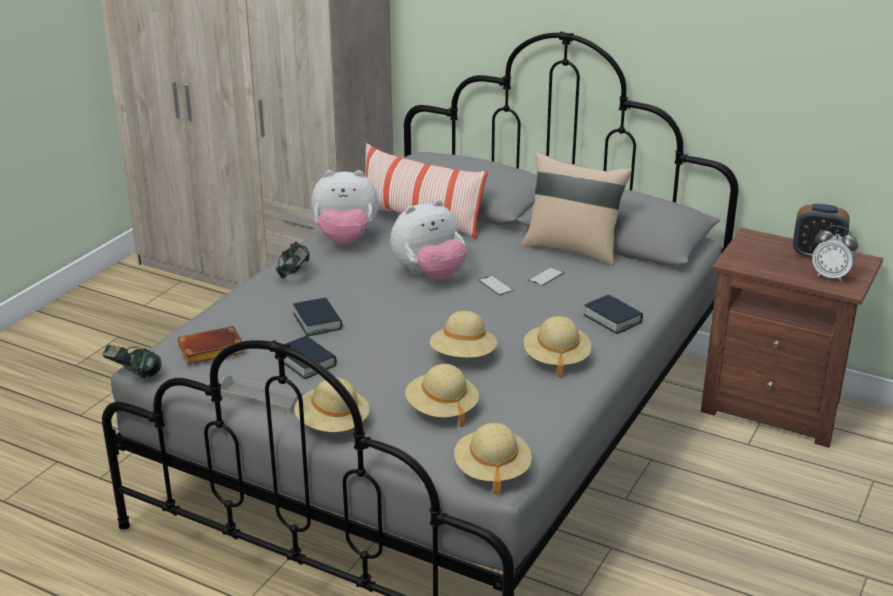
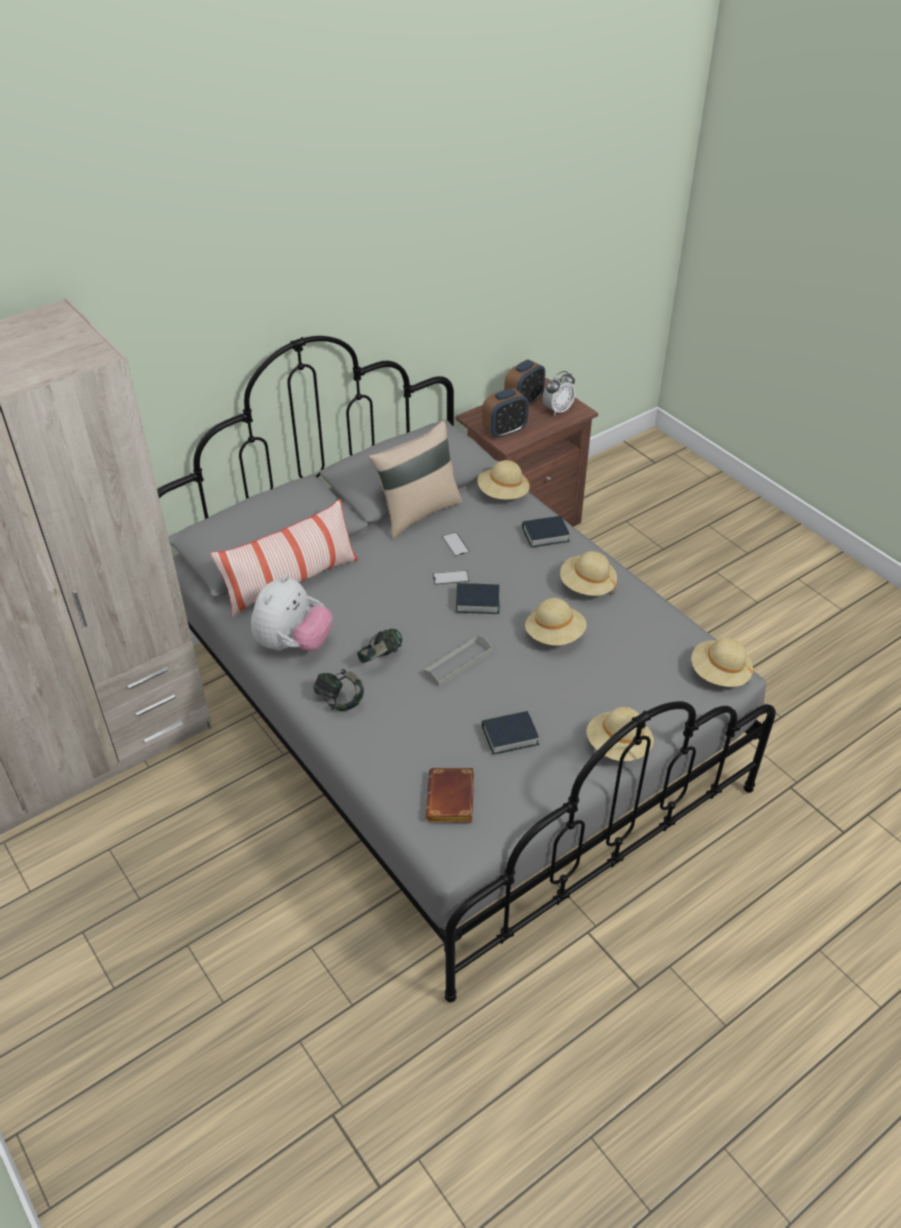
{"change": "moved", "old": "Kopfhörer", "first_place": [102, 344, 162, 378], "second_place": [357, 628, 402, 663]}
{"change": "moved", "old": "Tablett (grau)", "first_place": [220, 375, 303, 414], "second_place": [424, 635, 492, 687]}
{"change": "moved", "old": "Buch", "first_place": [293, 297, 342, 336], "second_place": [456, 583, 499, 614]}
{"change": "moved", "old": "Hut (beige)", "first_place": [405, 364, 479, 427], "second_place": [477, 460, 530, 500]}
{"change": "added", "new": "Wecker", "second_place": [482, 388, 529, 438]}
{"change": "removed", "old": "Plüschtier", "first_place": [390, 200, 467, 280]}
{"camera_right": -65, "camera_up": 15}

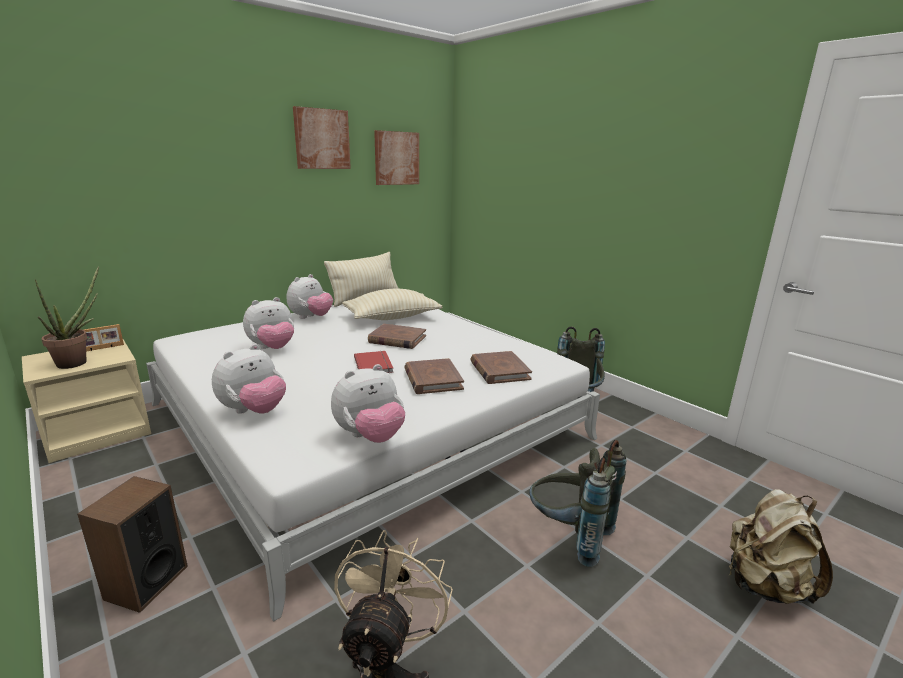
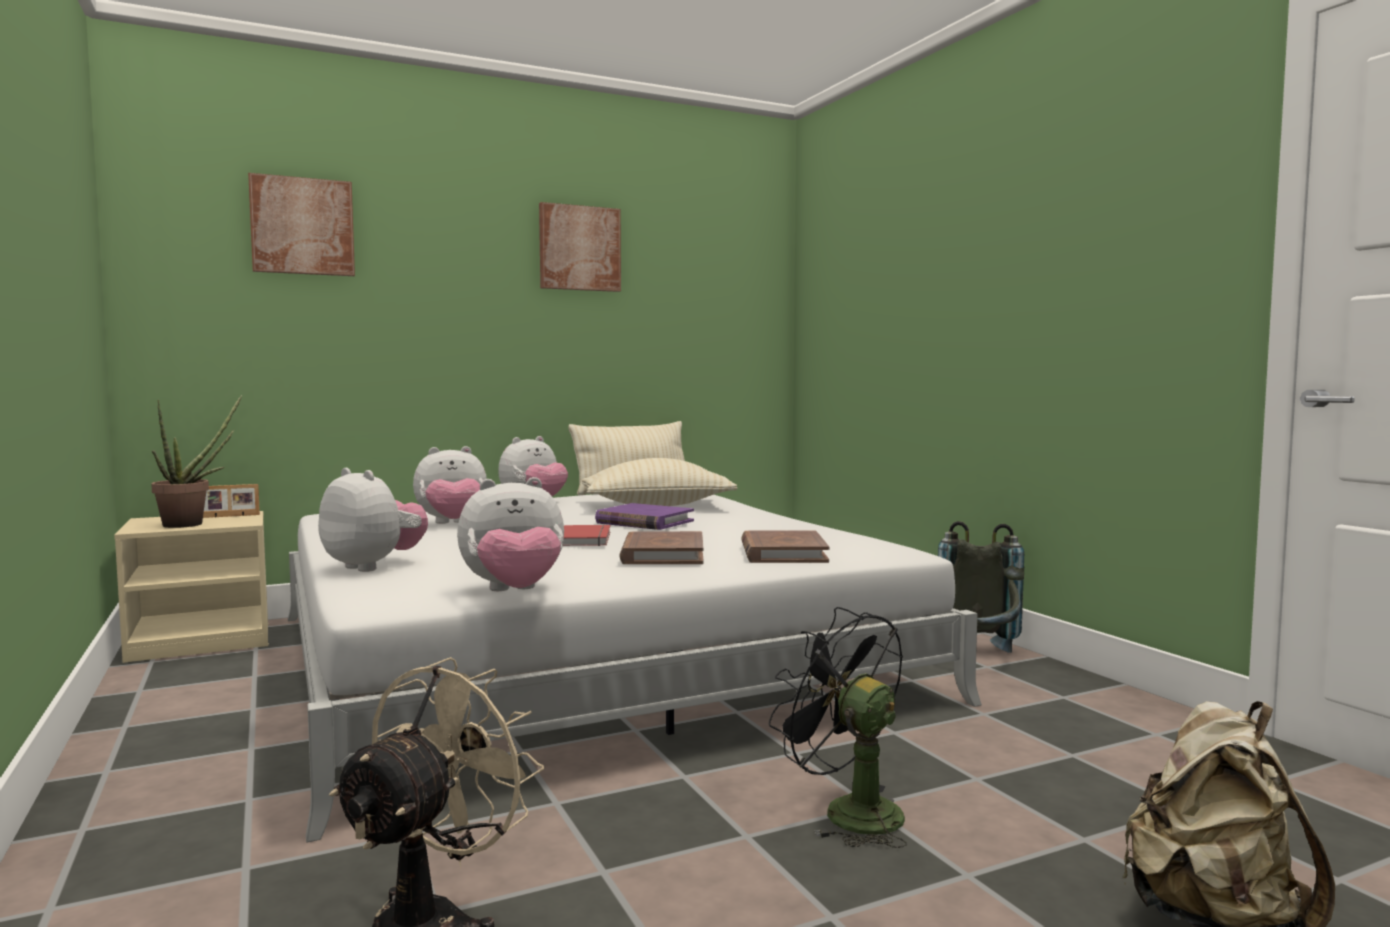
{"change": "moved", "old": "Bild", "first_place": [374, 130, 419, 185], "second_place": [248, 173, 355, 276]}
{"change": "turned", "old": "Plüschtier", "first_place": [212, 344, 286, 414], "second_place": [318, 468, 428, 572], "degrees": -105}
{"change": "recoloured", "old": "Buch (braun)", "new": "Buch (lila)", "first_place": [368, 324, 426, 349], "second_place": [595, 503, 694, 530]}
{"change": "replaced", "old": "Rucksack (grau)", "new": "Ventilator (schwarz)", "first_place": [529, 440, 626, 567], "second_place": [769, 607, 907, 848]}
{"change": "removed", "old": "Lautsprecher", "first_place": [77, 476, 188, 613]}
{"camera_right": 15, "camera_up": -15}

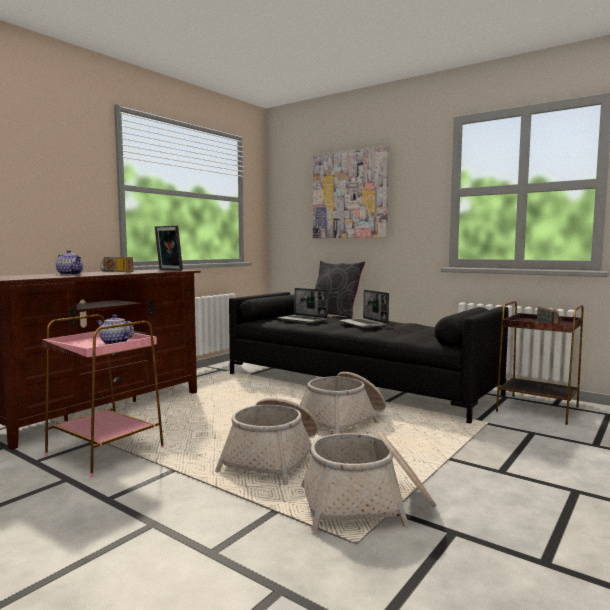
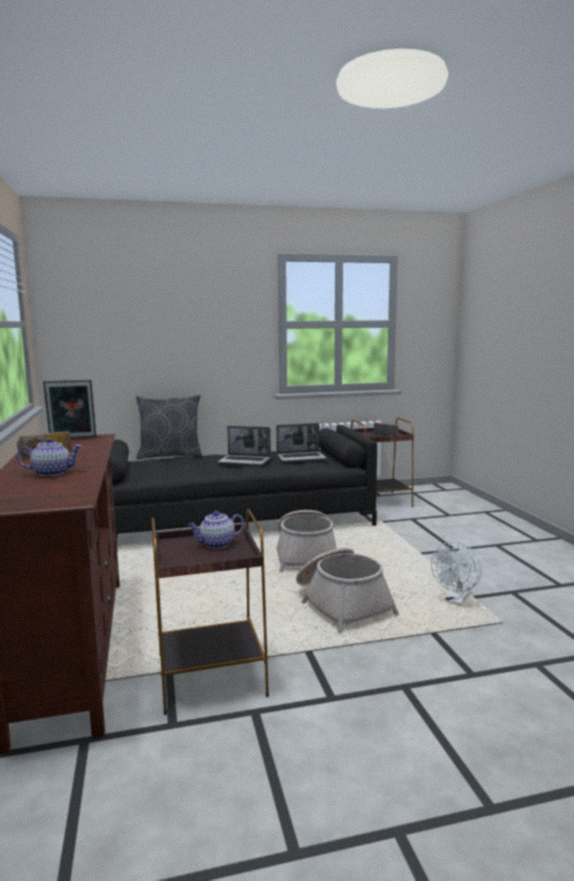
{"change": "recoloured", "old": "Beistelltisch (rosa)", "new": "Beistelltisch (braun)", "first_place": [42, 314, 164, 477], "second_place": [152, 509, 269, 715]}
{"change": "moved", "old": "Laptop", "first_place": [277, 288, 328, 323], "second_place": [276, 423, 327, 462]}
{"change": "replaced", "old": "Korb", "new": "Ventilator (weiß)", "first_place": [301, 432, 436, 532], "second_place": [431, 542, 481, 605]}
{"change": "removed", "old": "Bild", "first_place": [313, 146, 389, 238]}
{"camera_right": -50, "camera_up": 5}

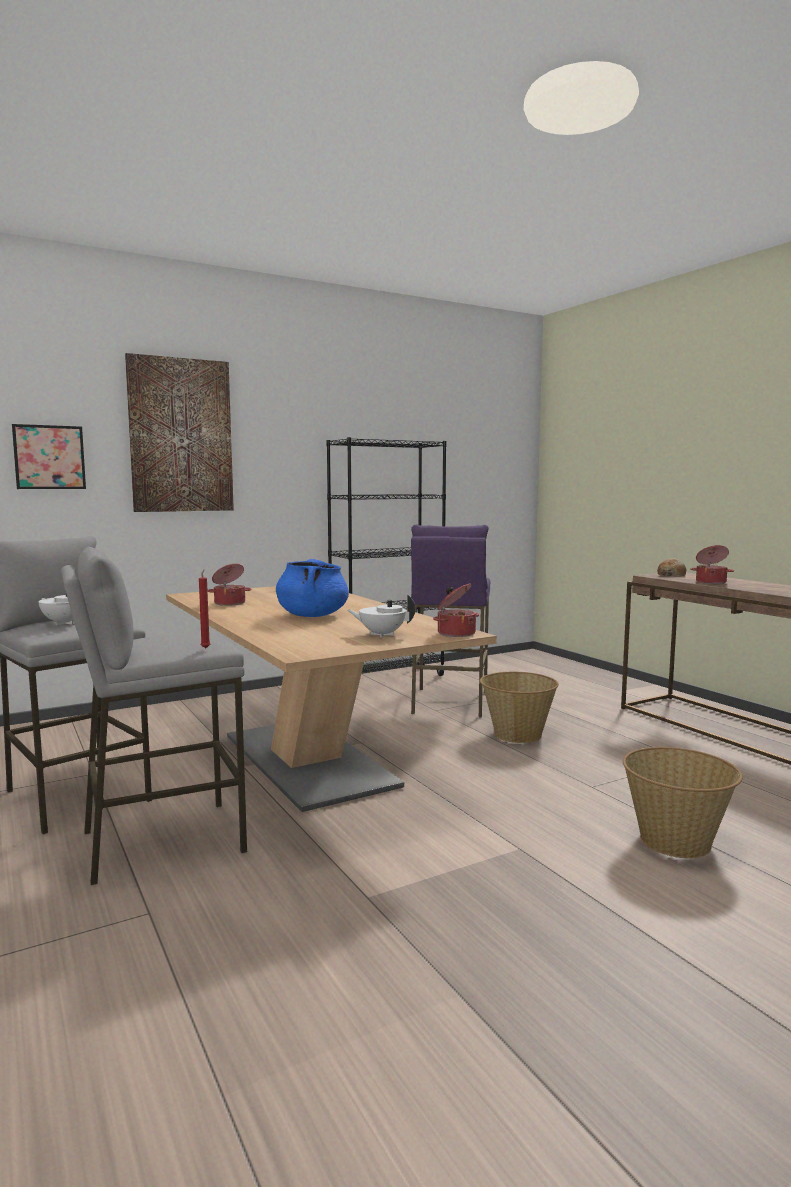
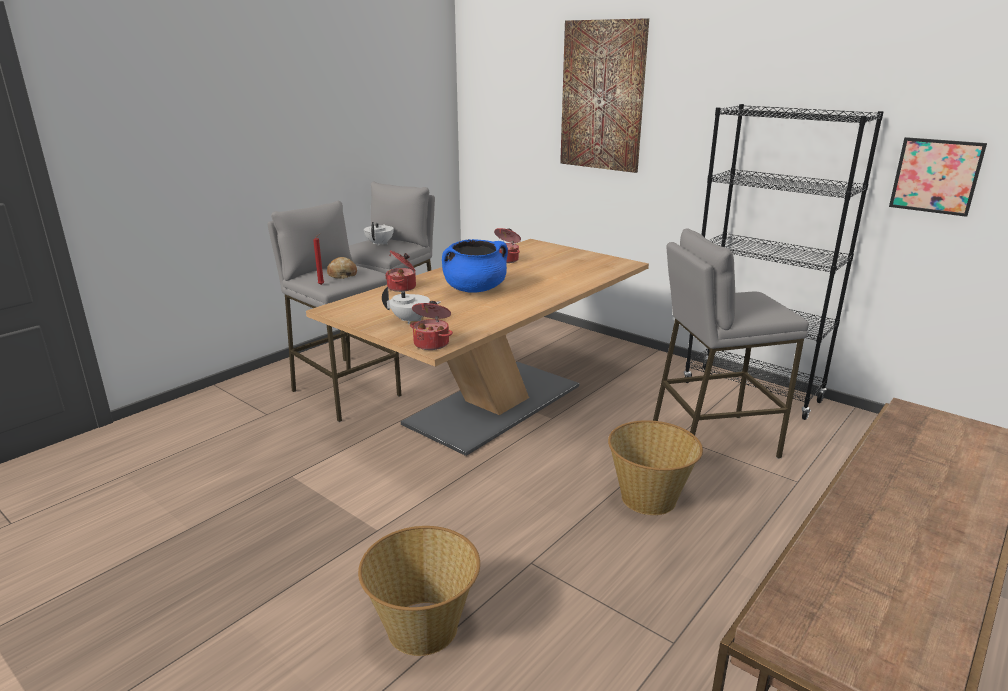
{"change": "moved", "old": "Brot", "first_place": [657, 558, 687, 577], "second_place": [327, 257, 357, 279]}
{"change": "turned", "old": "Teekanne (weiß)", "first_place": [347, 594, 415, 637], "second_place": [382, 287, 441, 325], "degrees": 105}
{"change": "moved", "old": "Kochtopf", "first_place": [690, 545, 734, 584], "second_place": [385, 250, 416, 292]}
{"change": "recoloured", "old": "Hocker (lila)", "new": "Hocker (grau)", "first_place": [411, 525, 490, 717], "second_place": [653, 228, 809, 459]}
{"change": "moved", "old": "Bild", "first_place": [12, 424, 86, 489], "second_place": [889, 137, 987, 217]}
{"camera_right": 70, "camera_up": 15}

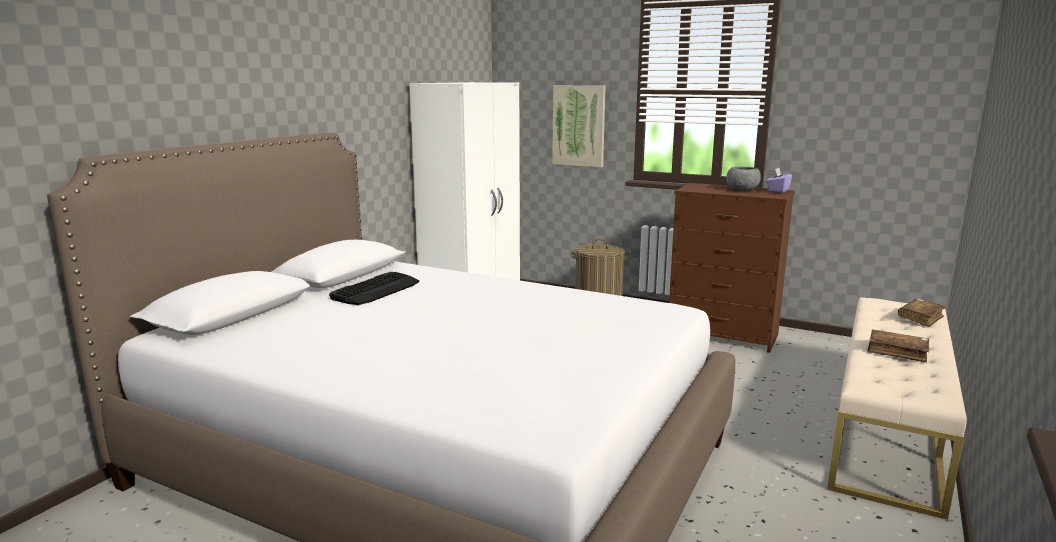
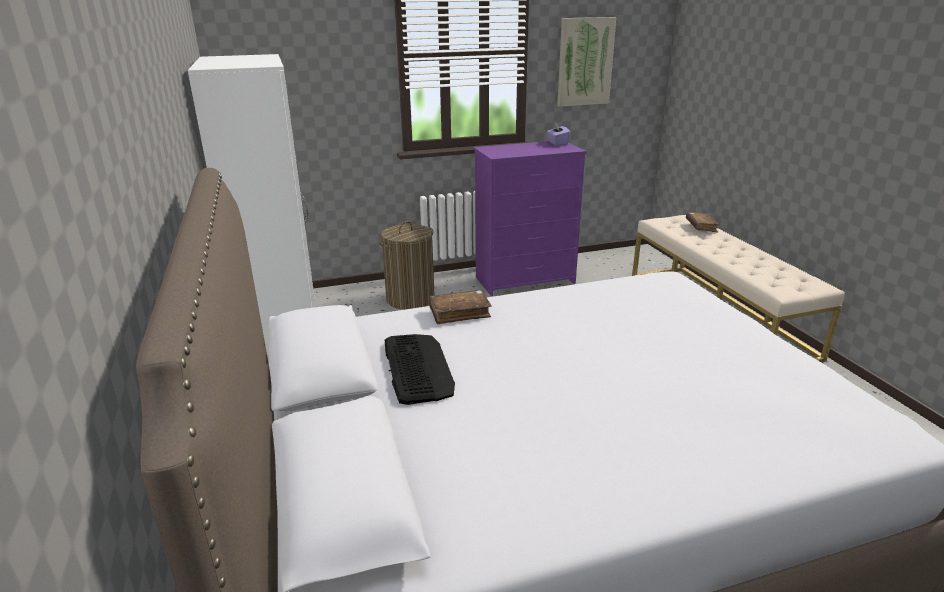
{"change": "moved", "old": "Buch (braun)", "first_place": [867, 329, 929, 363], "second_place": [429, 290, 492, 324]}
{"change": "recoloured", "old": "Kommode (braun)", "new": "Kommode (lila)", "first_place": [669, 183, 795, 353], "second_place": [474, 141, 587, 296]}
{"change": "moved", "old": "Bild", "first_place": [552, 85, 606, 167], "second_place": [557, 17, 616, 107]}
{"change": "removed", "old": "Schüssel (grau)", "first_place": [726, 167, 761, 191]}
{"camera_right": -45, "camera_up": 10}

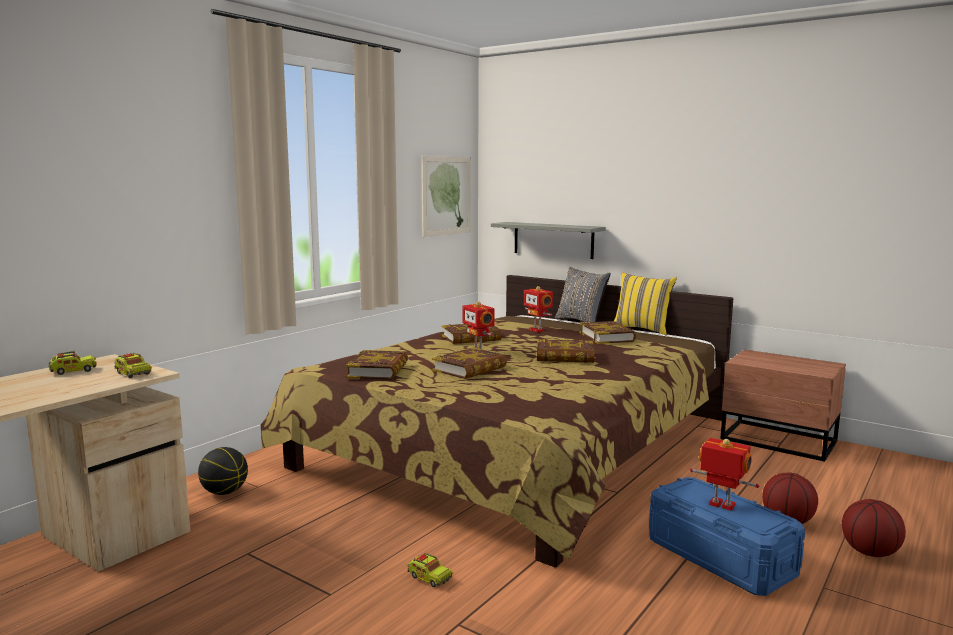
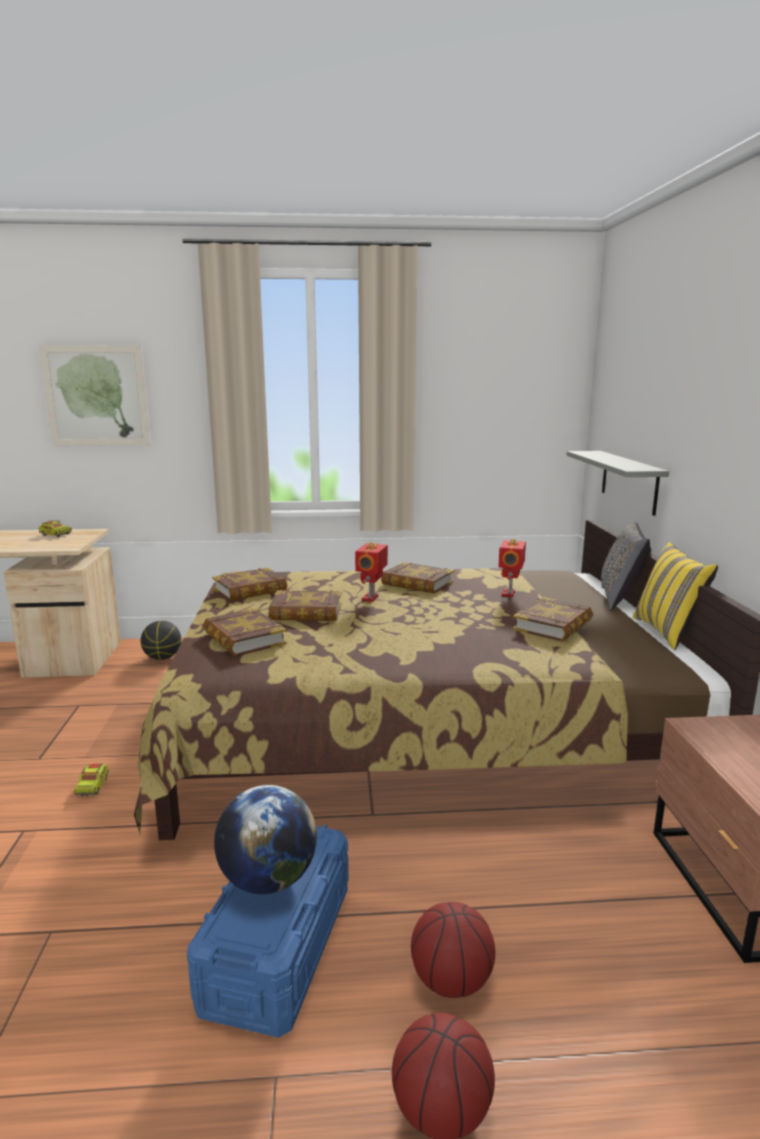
{"change": "moved", "old": "Bild", "first_place": [421, 156, 471, 237], "second_place": [39, 345, 151, 446]}
{"change": "moved", "old": "Buch", "first_place": [537, 339, 594, 363], "second_place": [203, 608, 287, 656]}
{"change": "replaced", "old": "Spielzeugroboter", "new": "Globus", "first_place": [690, 438, 759, 511], "second_place": [214, 785, 317, 894]}
{"change": "removed", "old": "Spielzeuglaster", "first_place": [114, 353, 152, 378]}
{"camera_right": 50, "camera_up": 5}

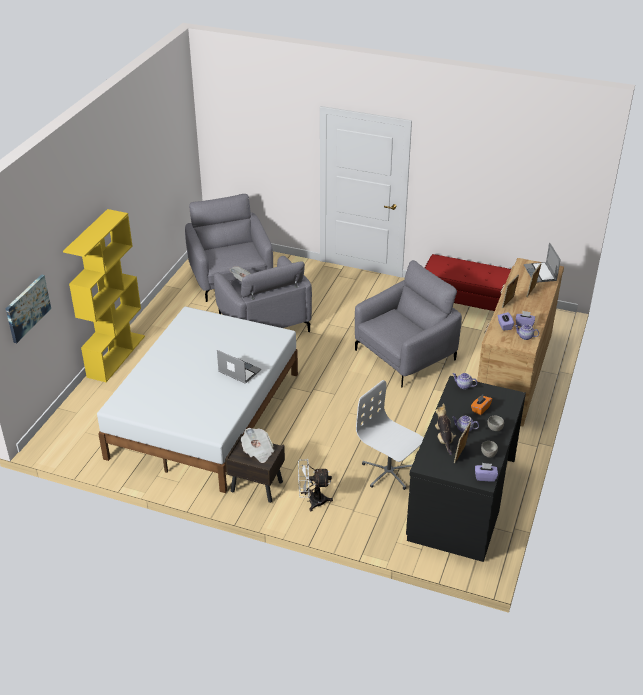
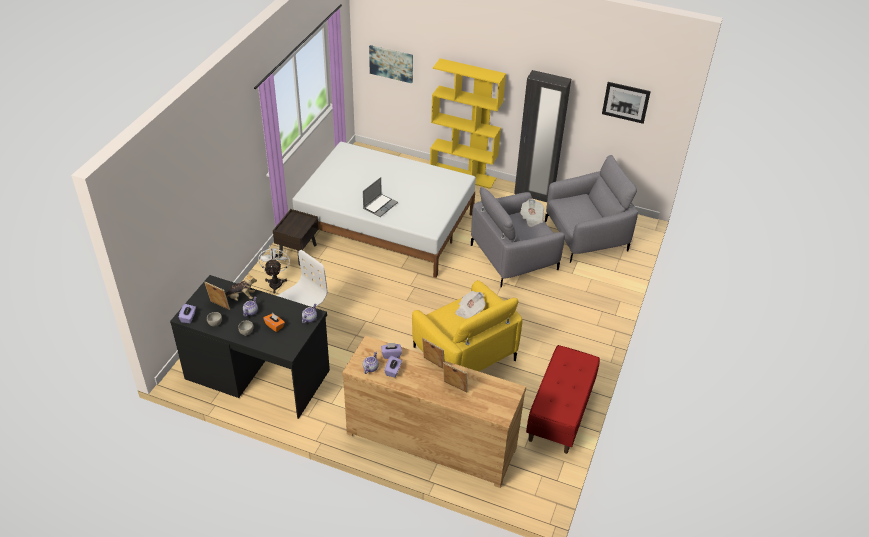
{"change": "recoloured", "old": "Sessel (grau)", "new": "Sessel (gelb)", "first_place": [355, 260, 462, 387], "second_place": [412, 280, 522, 371]}
{"change": "moved", "old": "Zeitung", "first_place": [241, 428, 275, 463], "second_place": [455, 291, 486, 319]}
{"change": "added", "new": "Kleiderschrank (schwarz)", "second_place": [514, 70, 571, 202]}
{"change": "added", "new": "Bild", "second_place": [602, 82, 651, 124]}
{"change": "removed", "old": "Laptop", "first_place": [524, 242, 561, 283]}
{"camera_right": 90, "camera_up": 5}

